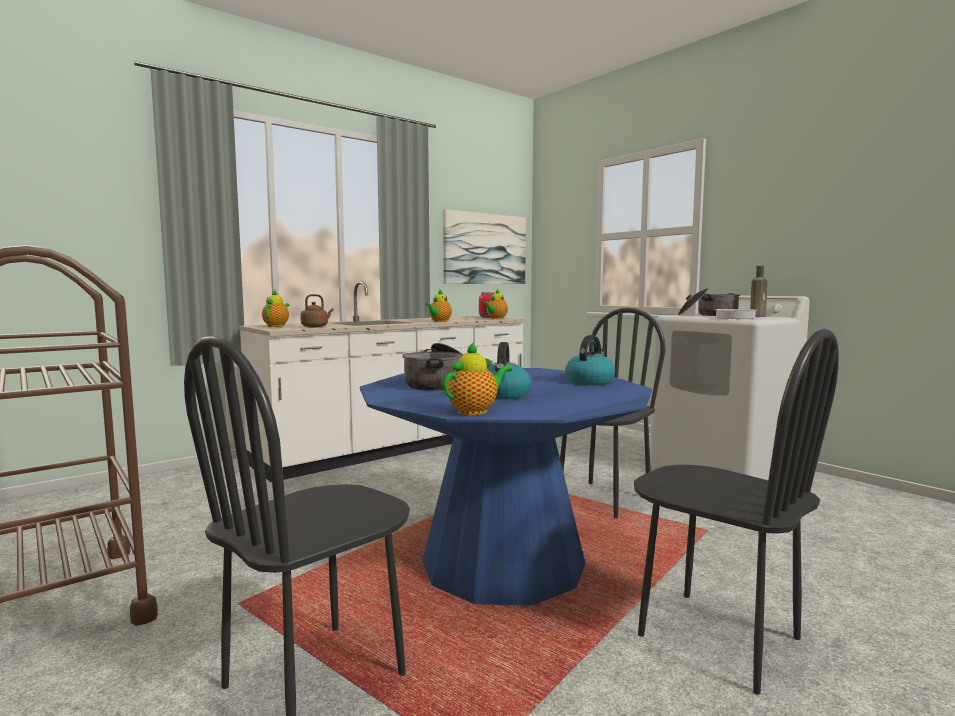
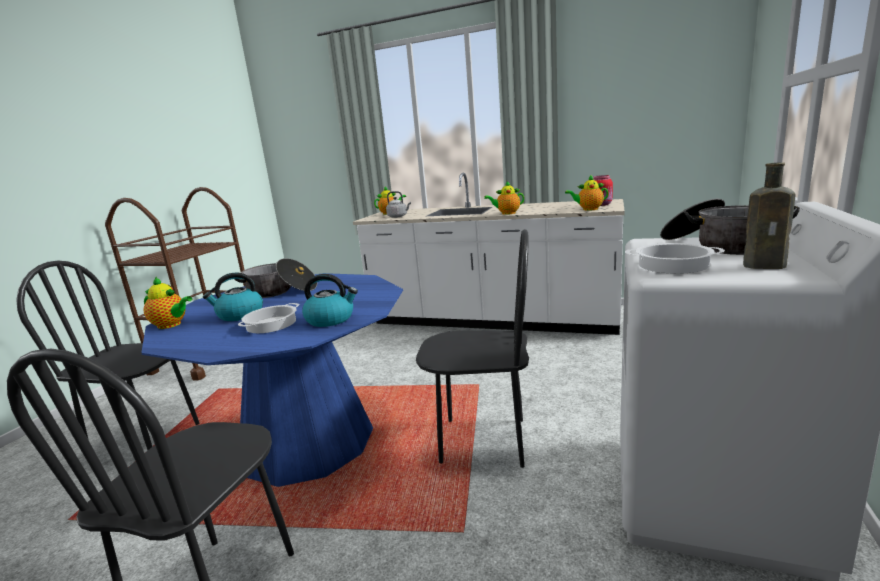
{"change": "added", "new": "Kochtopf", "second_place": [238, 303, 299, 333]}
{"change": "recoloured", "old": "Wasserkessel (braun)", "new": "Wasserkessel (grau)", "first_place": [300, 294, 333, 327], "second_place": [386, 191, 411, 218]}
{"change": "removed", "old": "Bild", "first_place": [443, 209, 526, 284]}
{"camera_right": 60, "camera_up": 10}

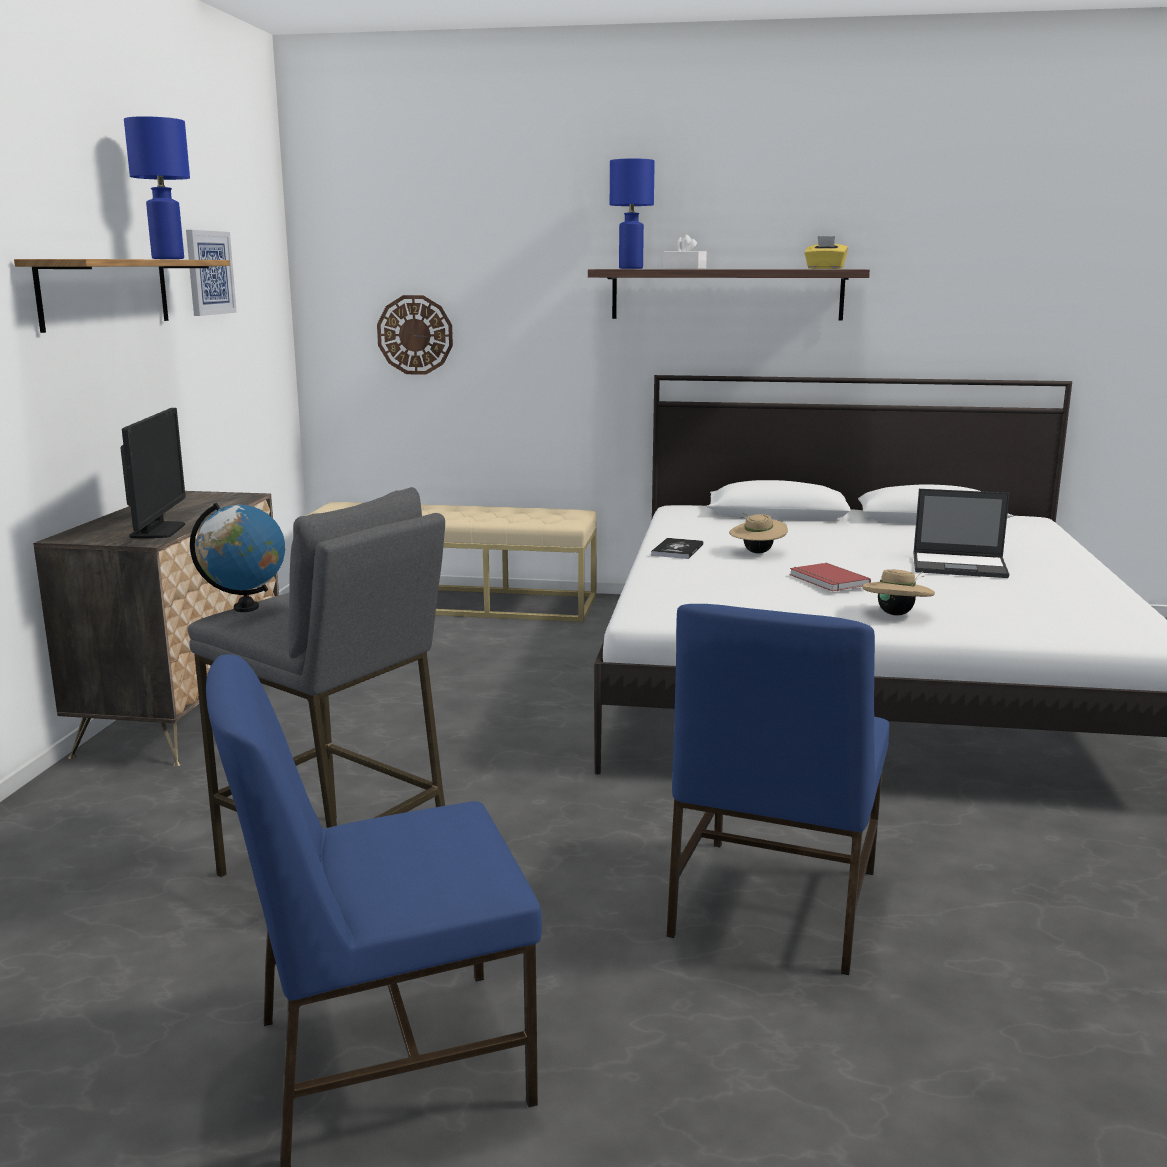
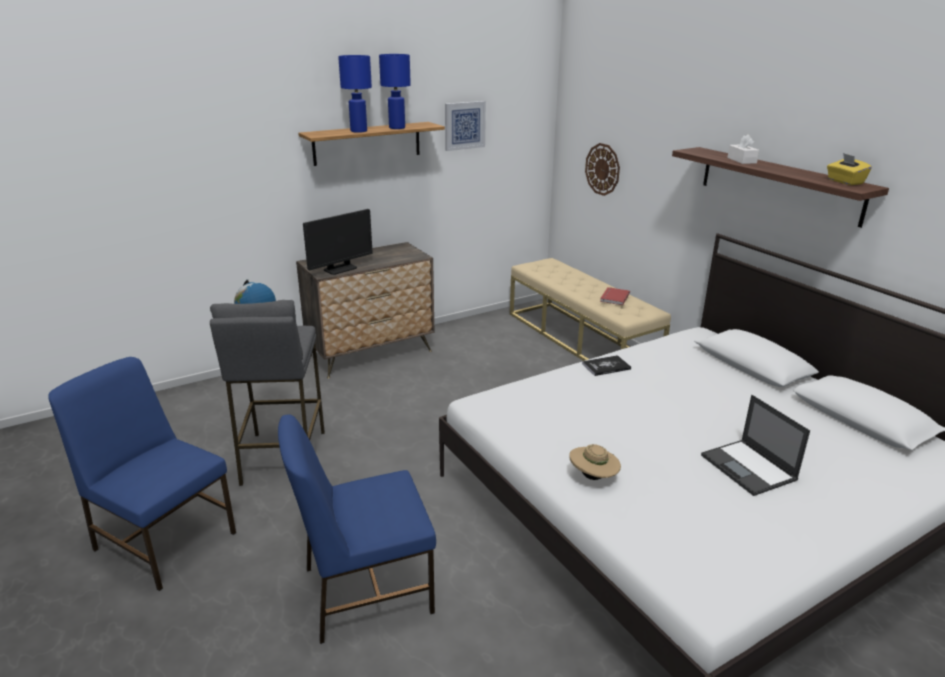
{"change": "moved", "old": "Tischlampe (blau)", "first_place": [610, 158, 655, 269], "second_place": [338, 55, 372, 133]}
{"change": "moved", "old": "Buch (rot)", "first_place": [790, 563, 871, 591], "second_place": [600, 287, 630, 305]}
{"change": "removed", "old": "Hut (beige)", "first_place": [729, 513, 788, 553]}
{"camera_right": 50, "camera_up": 10}

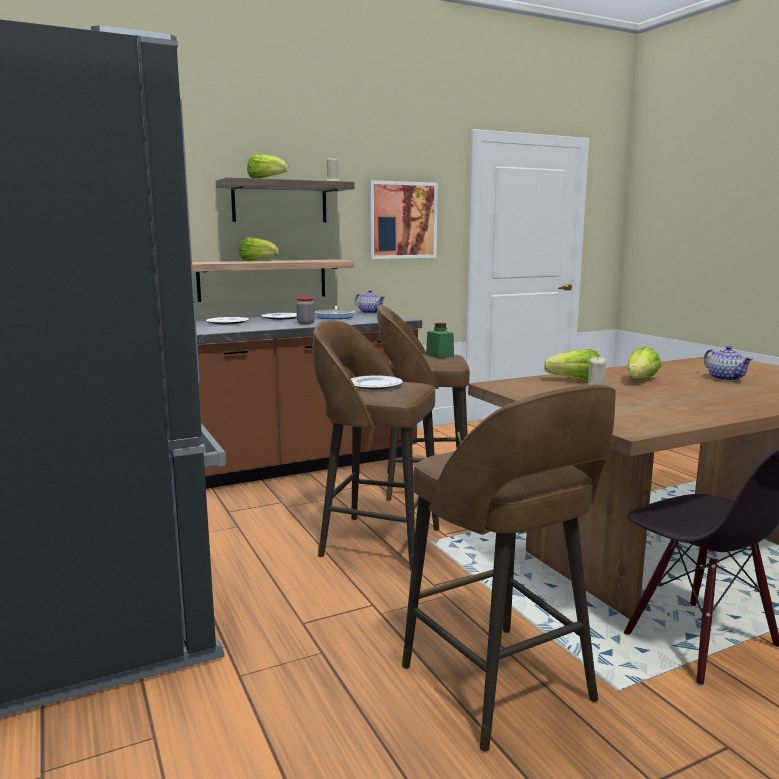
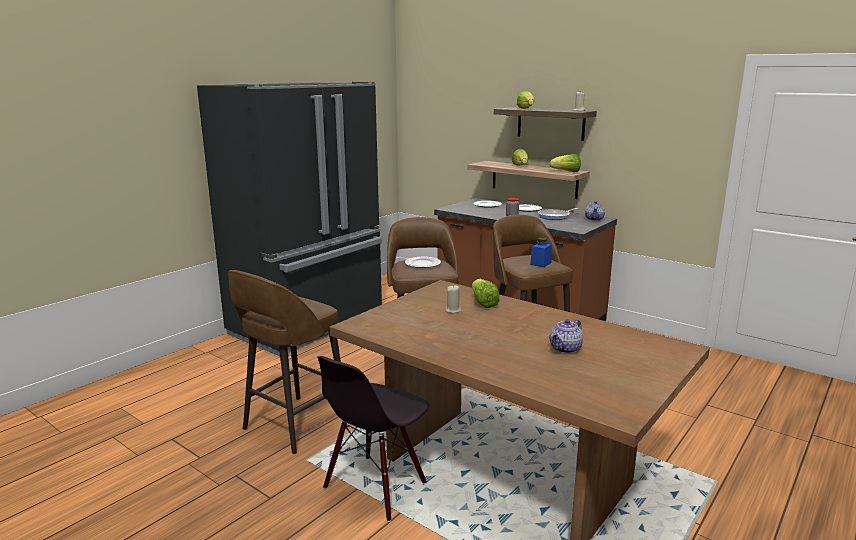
{"change": "recoloured", "old": "Vorratsglas (grün)", "new": "Vorratsglas (blau)", "first_place": [426, 323, 454, 358], "second_place": [530, 238, 552, 267]}
{"change": "moved", "old": "Salatkopf", "first_place": [627, 347, 661, 379], "second_place": [550, 154, 581, 172]}
{"change": "removed", "old": "Bild", "first_place": [368, 180, 438, 259]}
{"camera_right": 65, "camera_up": 5}

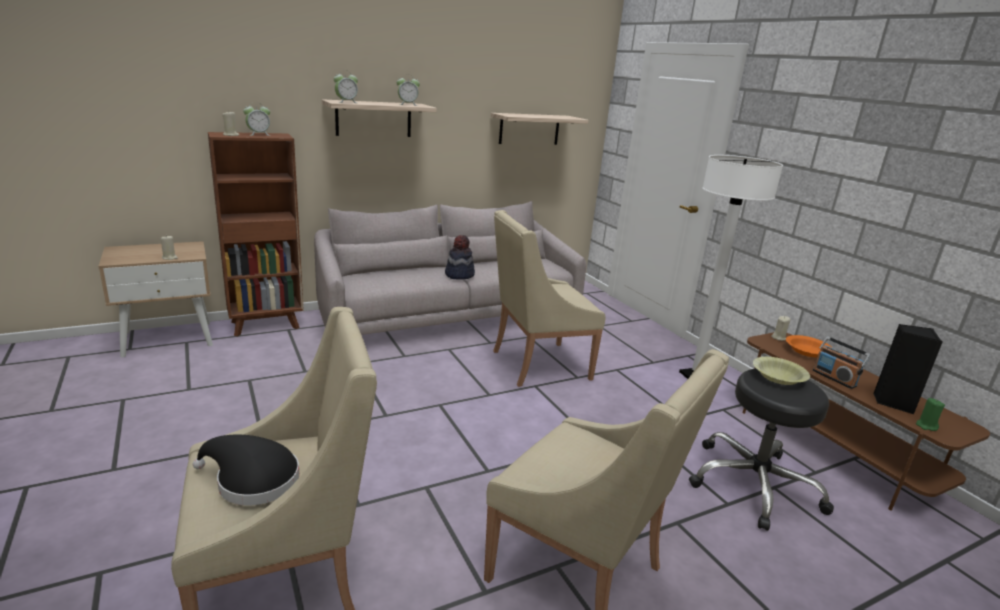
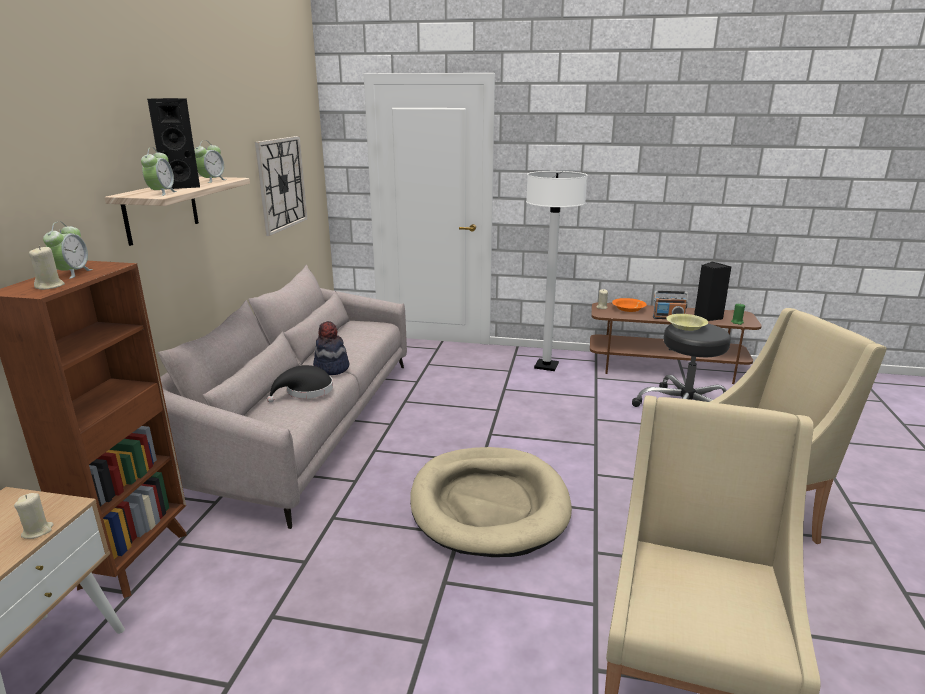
{"change": "added", "new": "Lautsprecher (schwarz)", "second_place": [147, 98, 200, 189]}
{"change": "replaced", "old": "Wandregal", "new": "Wanduhr", "first_place": [491, 113, 588, 145], "second_place": [255, 136, 308, 236]}
{"change": "moved", "old": "Hut (schwarz)", "first_place": [193, 434, 299, 505], "second_place": [267, 365, 333, 403]}
{"change": "added", "new": "Hundebett (beige)", "second_place": [410, 447, 572, 557]}
{"change": "removed", "old": "Sessel (beige)", "first_place": [493, 210, 606, 387]}
{"camera_right": -50, "camera_up": 0}

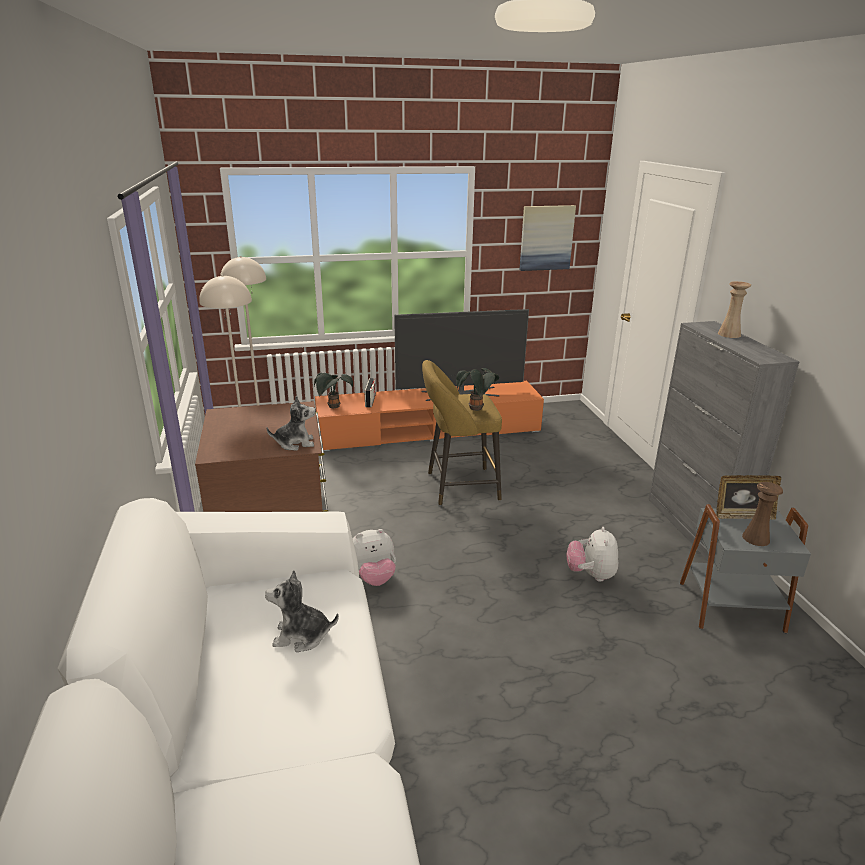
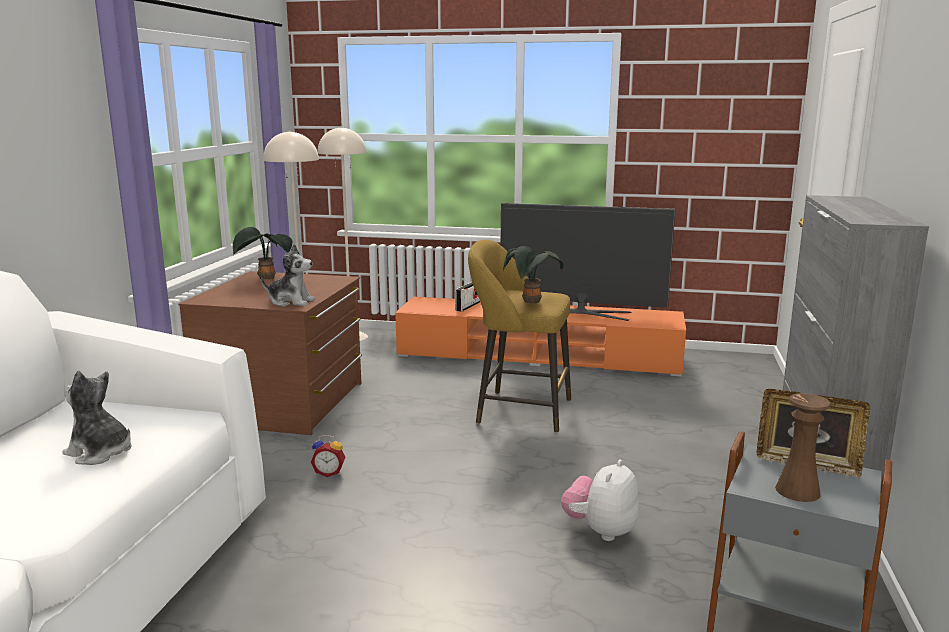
{"change": "moved", "old": "Topfpflanze", "first_place": [314, 373, 353, 408], "second_place": [233, 227, 292, 279]}
{"change": "replaced", "old": "Plüschtier", "new": "Wecker", "first_place": [352, 529, 396, 586], "second_place": [311, 435, 345, 477]}
{"change": "removed", "old": "Bild", "first_place": [519, 205, 576, 271]}
{"change": "removed", "old": "Vase (beige)", "first_place": [718, 281, 751, 338]}
{"camera_right": 25, "camera_up": -10}

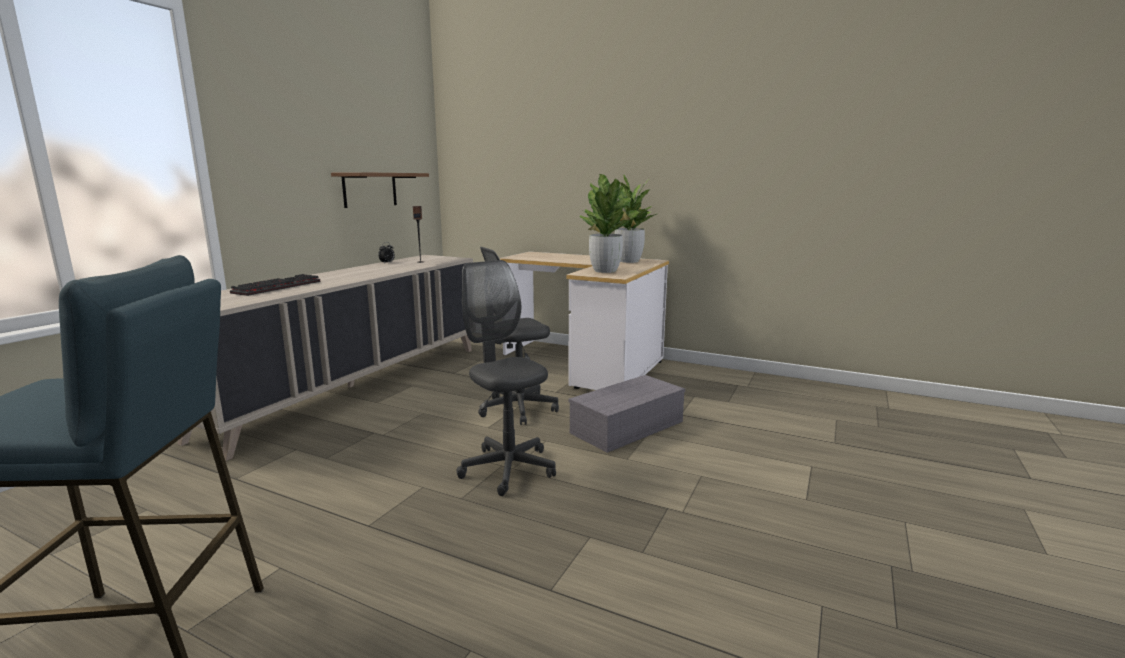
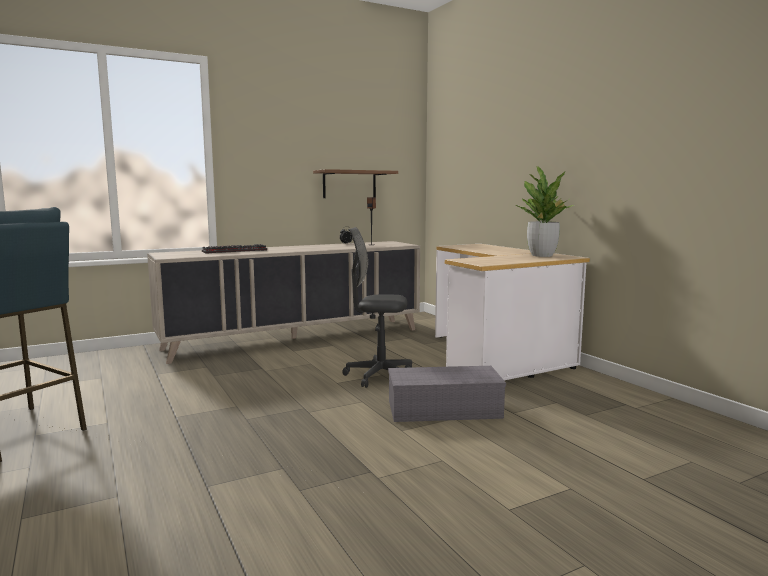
{"change": "removed", "old": "Bürostuhl (grau)", "first_place": [456, 260, 556, 496]}
{"change": "removed", "old": "Topfpflanze", "first_place": [580, 174, 640, 273]}
{"camera_right": 35, "camera_up": -5}

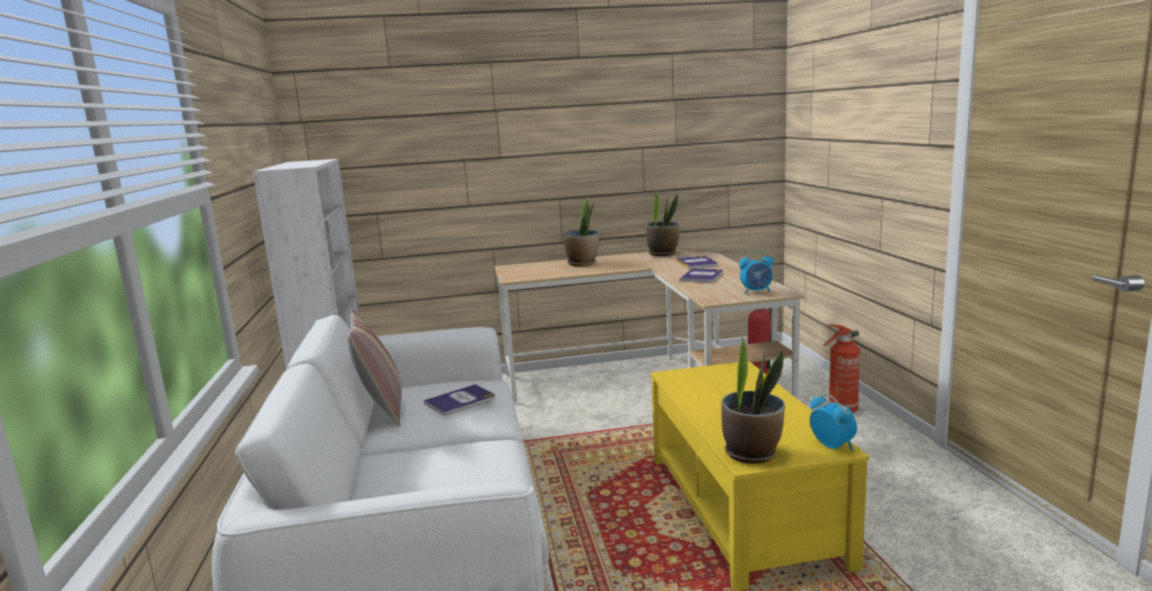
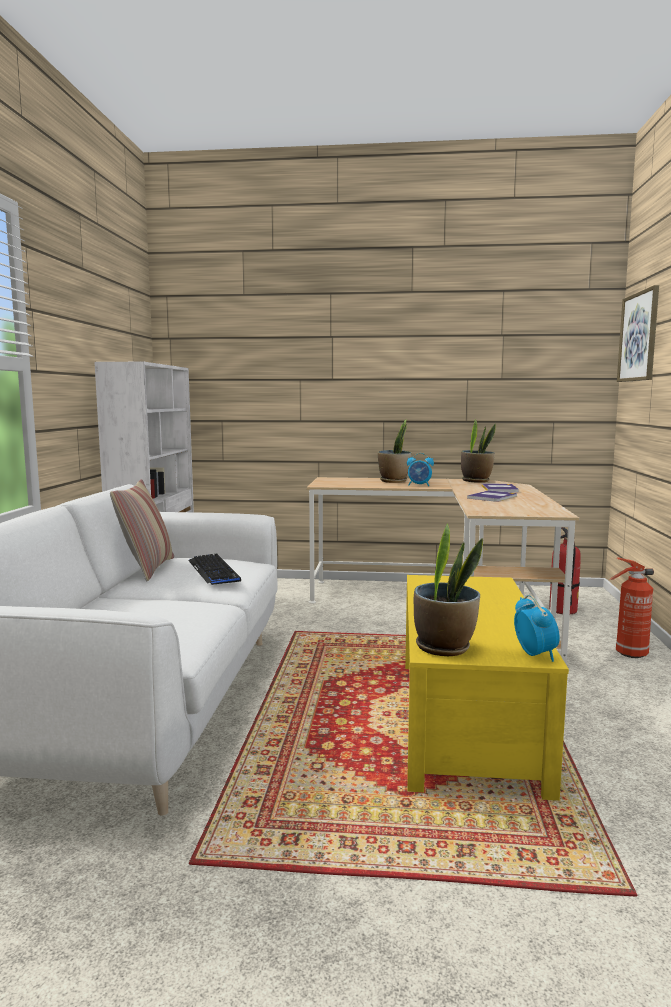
{"change": "replaced", "old": "Buch", "new": "Tastatur", "first_place": [424, 384, 495, 415], "second_place": [188, 554, 241, 585]}
{"change": "moved", "old": "Wecker", "first_place": [739, 251, 774, 294], "second_place": [407, 453, 434, 486]}
{"change": "added", "new": "Bild", "second_place": [617, 285, 659, 382]}
{"camera_right": 15, "camera_up": -5}

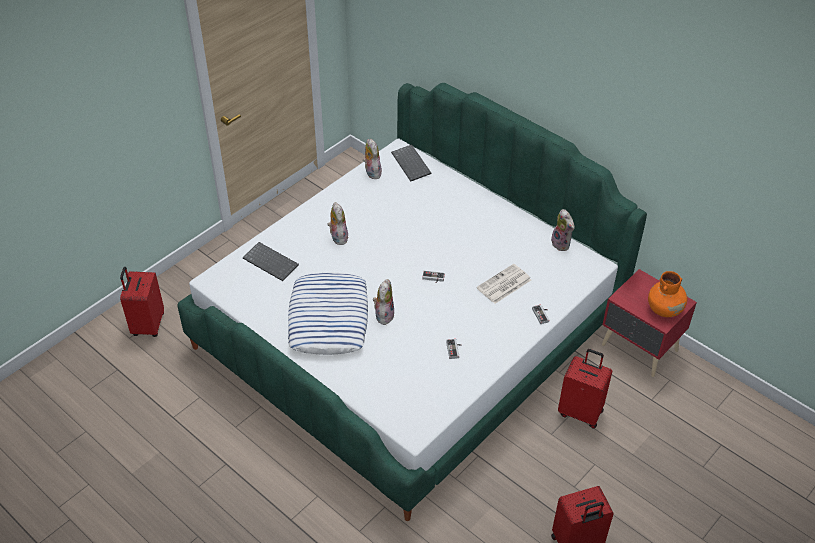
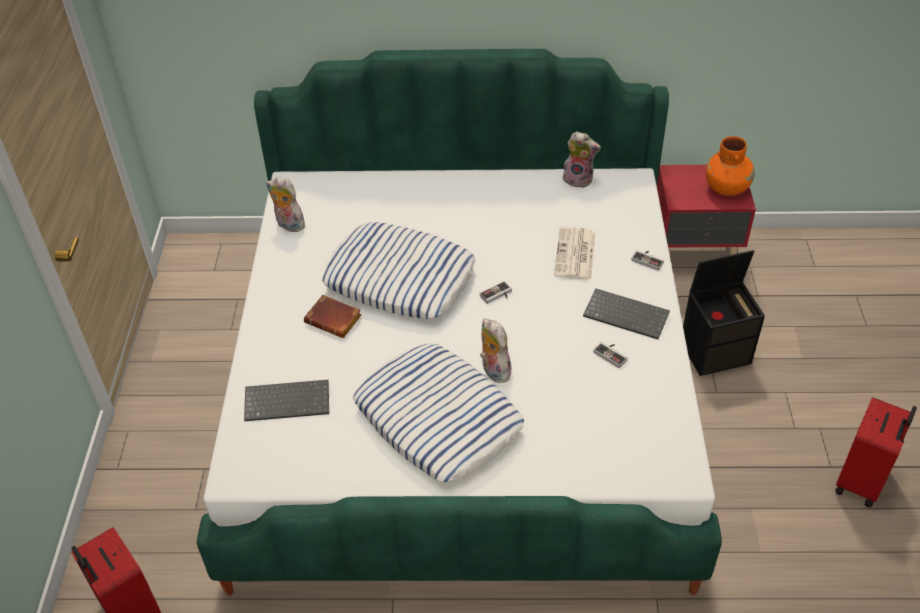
{"change": "replaced", "old": "Plüschtier", "new": "Buch (braun)", "first_place": [328, 202, 348, 245], "second_place": [304, 295, 361, 338]}
{"change": "added", "new": "Kissen", "second_place": [322, 222, 475, 319]}
{"change": "moved", "old": "Tastatur", "first_place": [391, 144, 431, 181], "second_place": [583, 289, 670, 339]}
{"change": "replaced", "old": "Koffer (rot)", "new": "Aufbewahrungsbox (schwarz)", "first_place": [558, 349, 612, 429], "second_place": [683, 250, 765, 376]}
{"camera_right": -40, "camera_up": 0}

